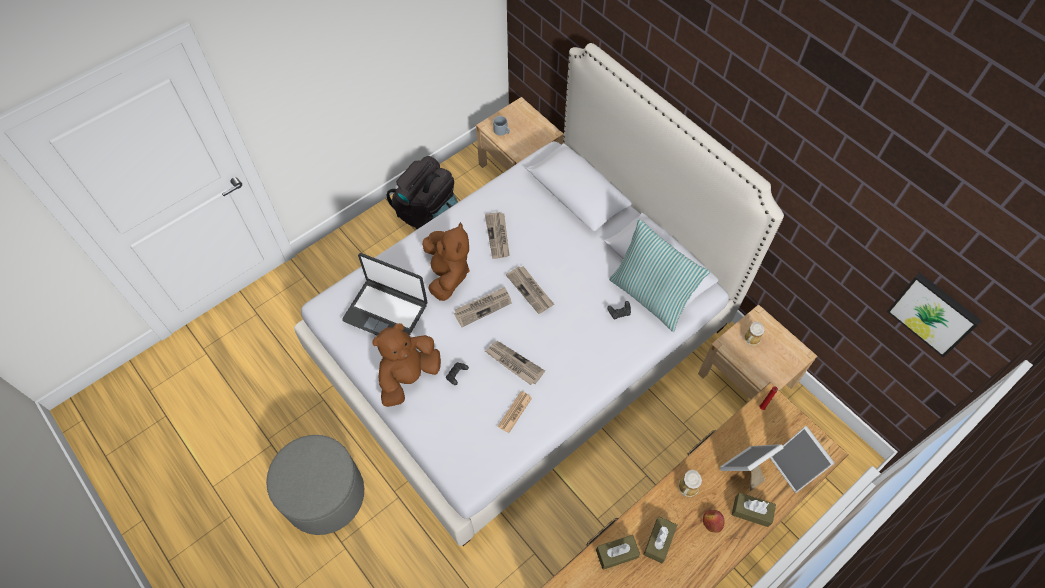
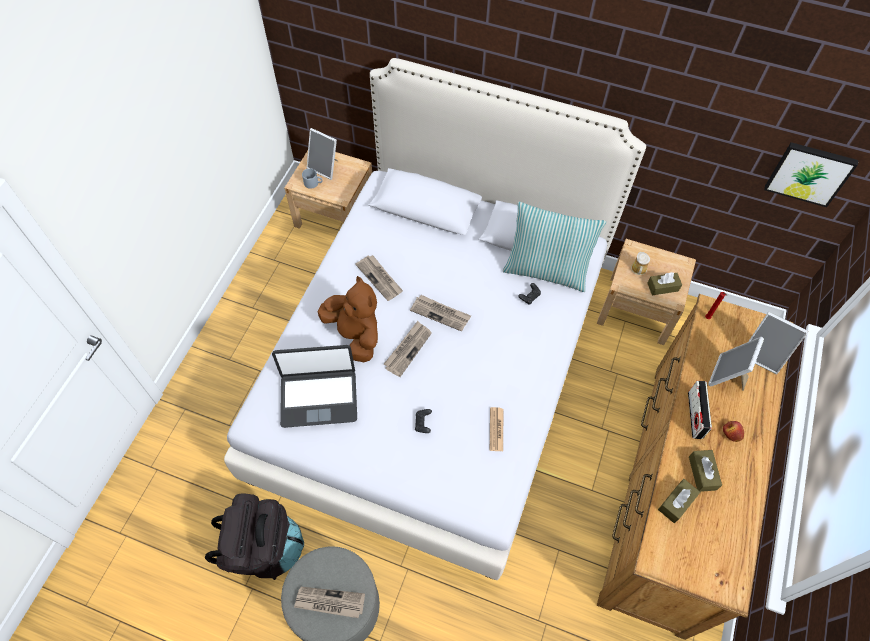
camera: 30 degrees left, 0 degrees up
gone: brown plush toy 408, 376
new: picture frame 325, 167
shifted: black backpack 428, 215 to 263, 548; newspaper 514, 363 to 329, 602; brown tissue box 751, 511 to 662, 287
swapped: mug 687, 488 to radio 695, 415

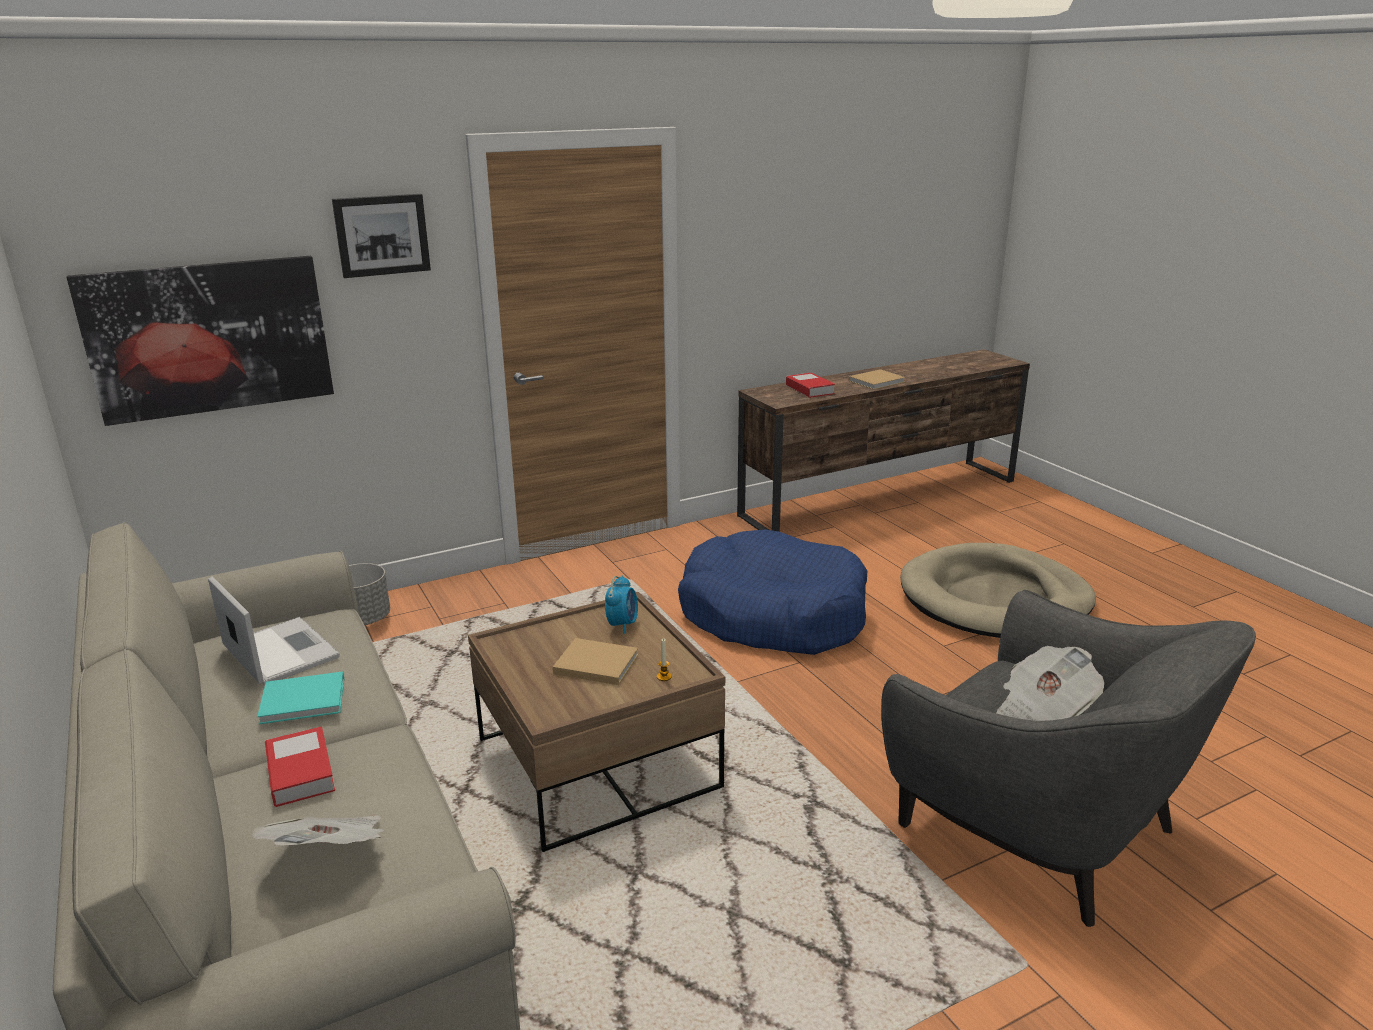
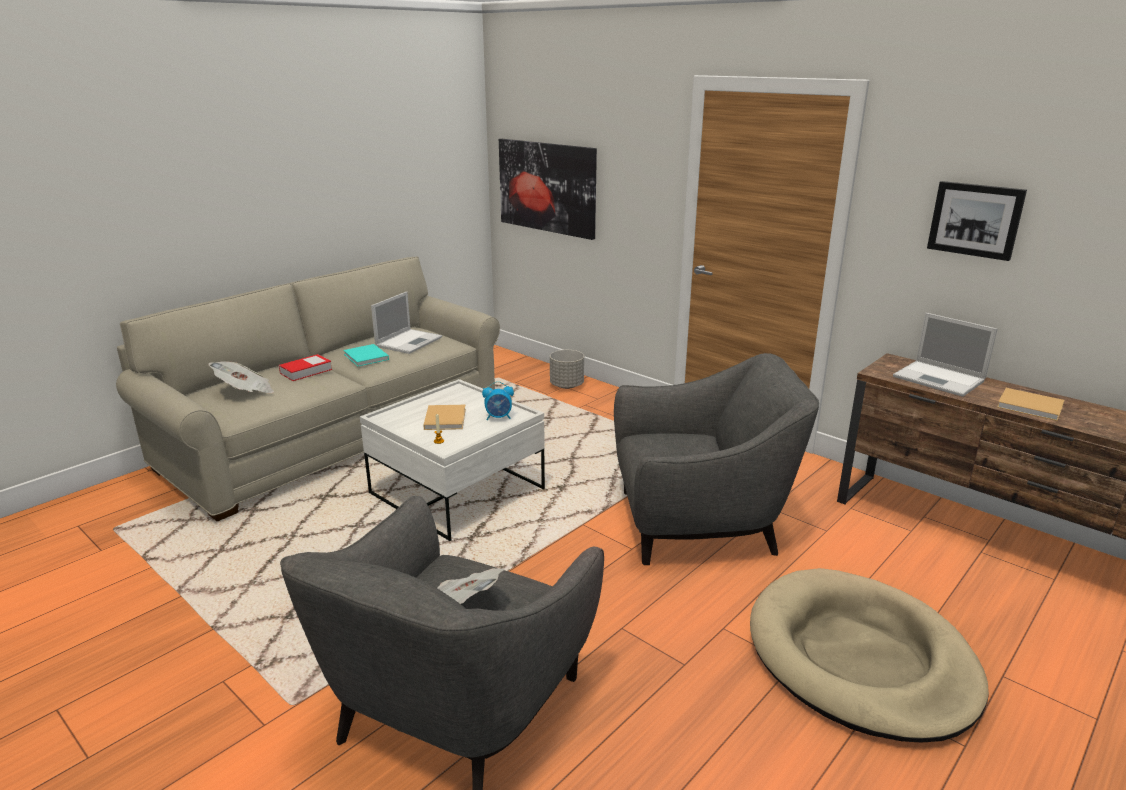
camera: 70 degrees right, 0 degrees up
shifted: picture 382, 235 to 975, 220
swapped: blue dog bed 773, 614 to grey armchair 699, 523; book 809, 389 to laptop 940, 379
repainted: brown coffee table 597, 764 to white coffee table 457, 491

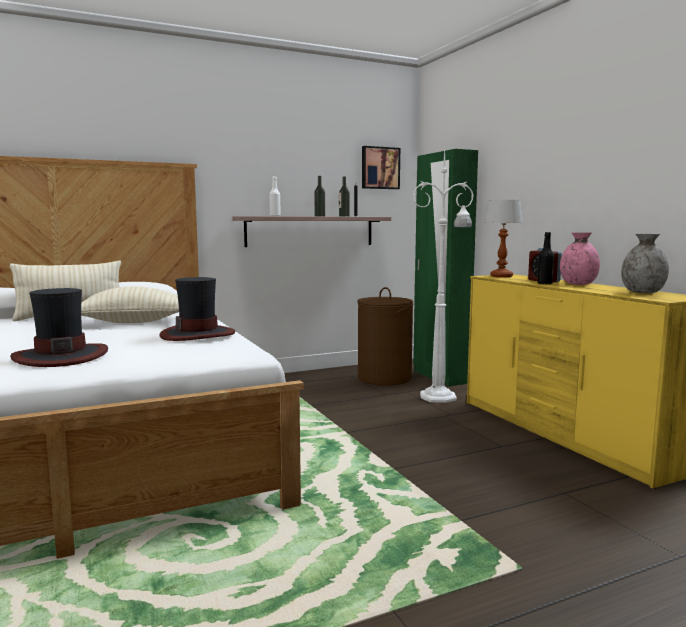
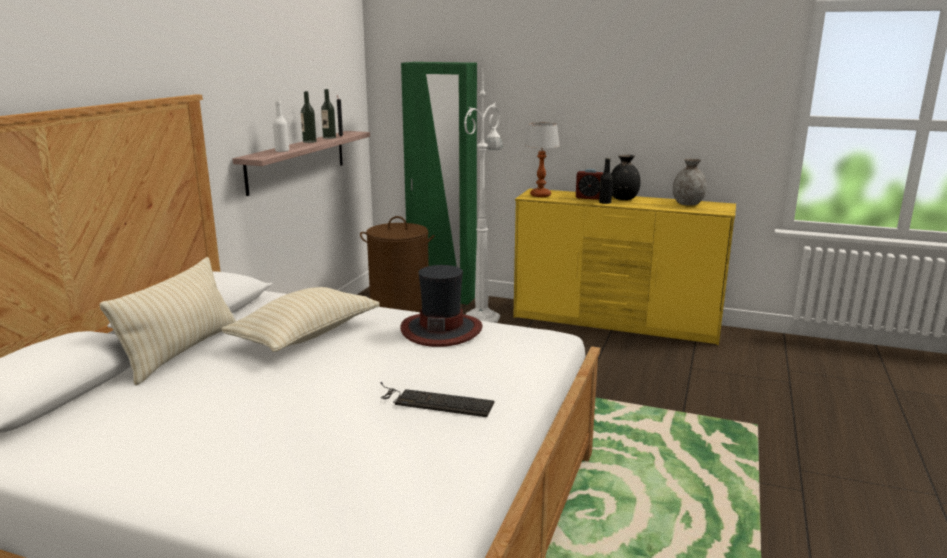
camera: 45 degrees left, 10 degrees up
gone: picture 380, 168
swapped: hat 61, 356 to keyboard 433, 401
repainted: pink vase 578, 284 to black vase 623, 199

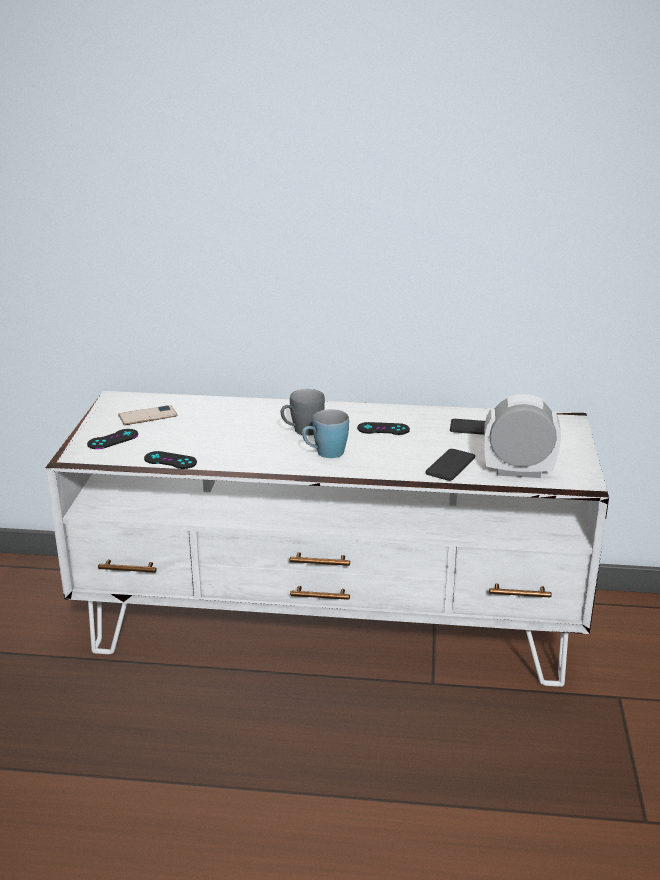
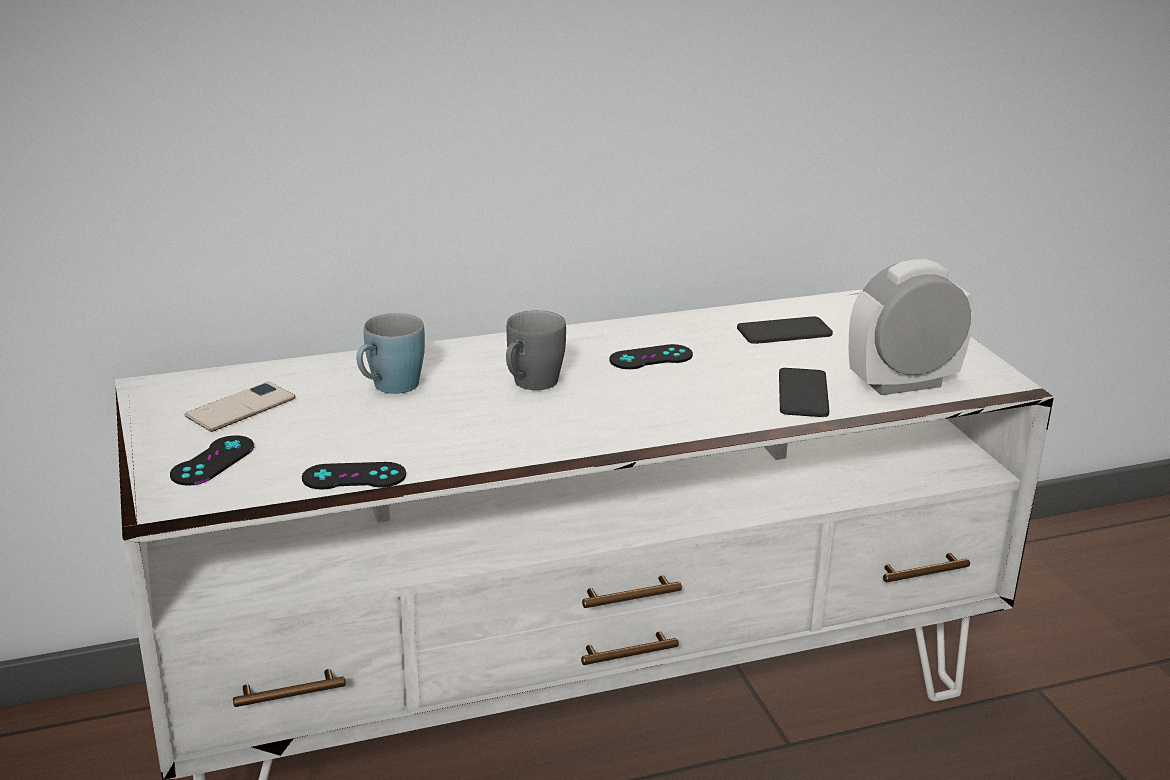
camera: 25 degrees left, 0 degrees up
shifted: blue mug 324, 454 to 389, 388

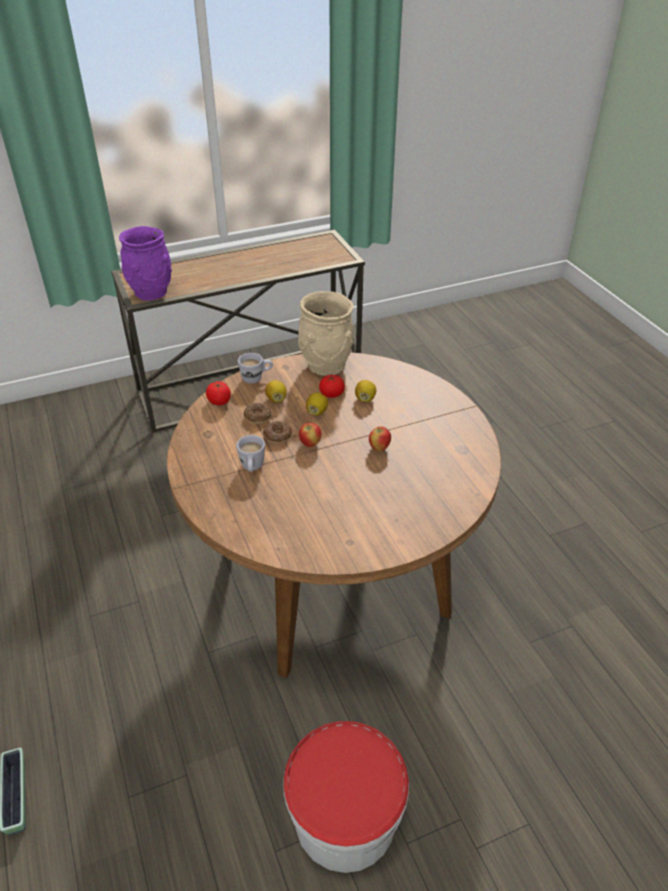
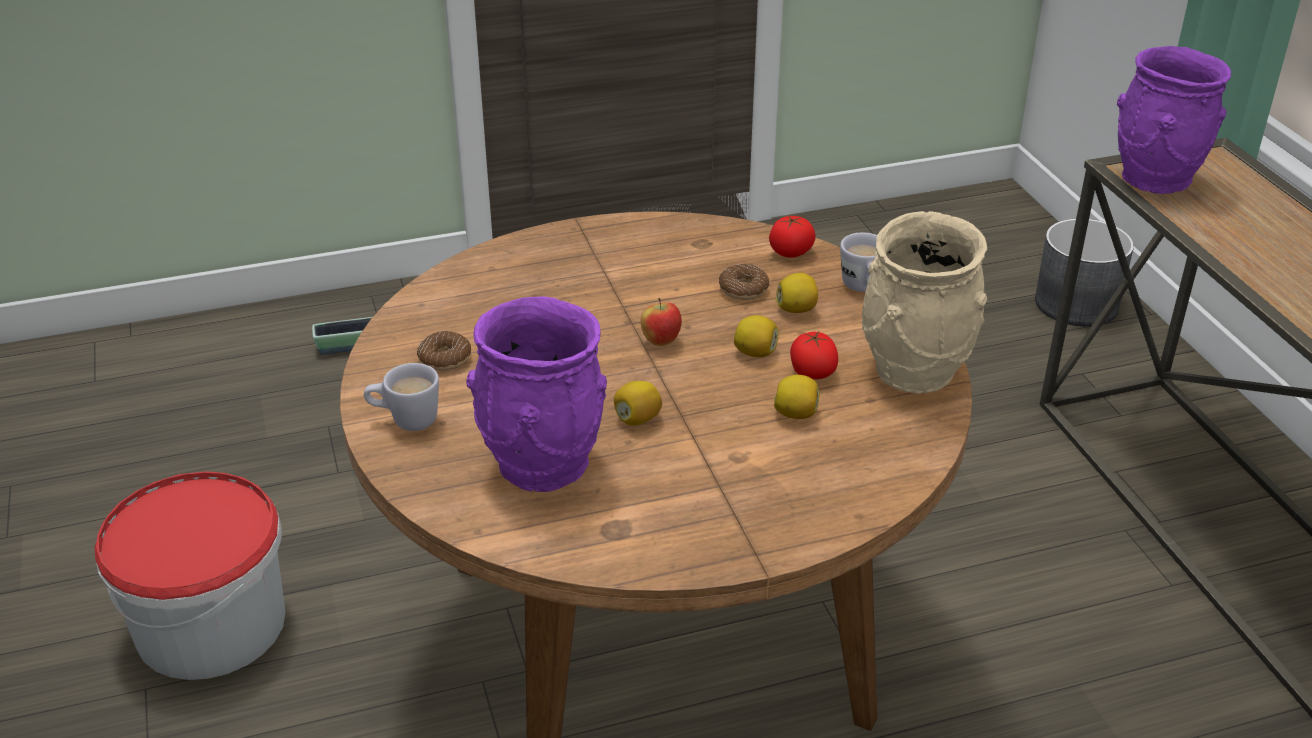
camera: 95 degrees right, 5 degrees down
new: purple vase 542, 466; grey planter 1077, 304
shifted: white mug 252, 468 to 405, 420; donut 277, 436 to 445, 358
swapped: apple 379, 448 to lemon 637, 419

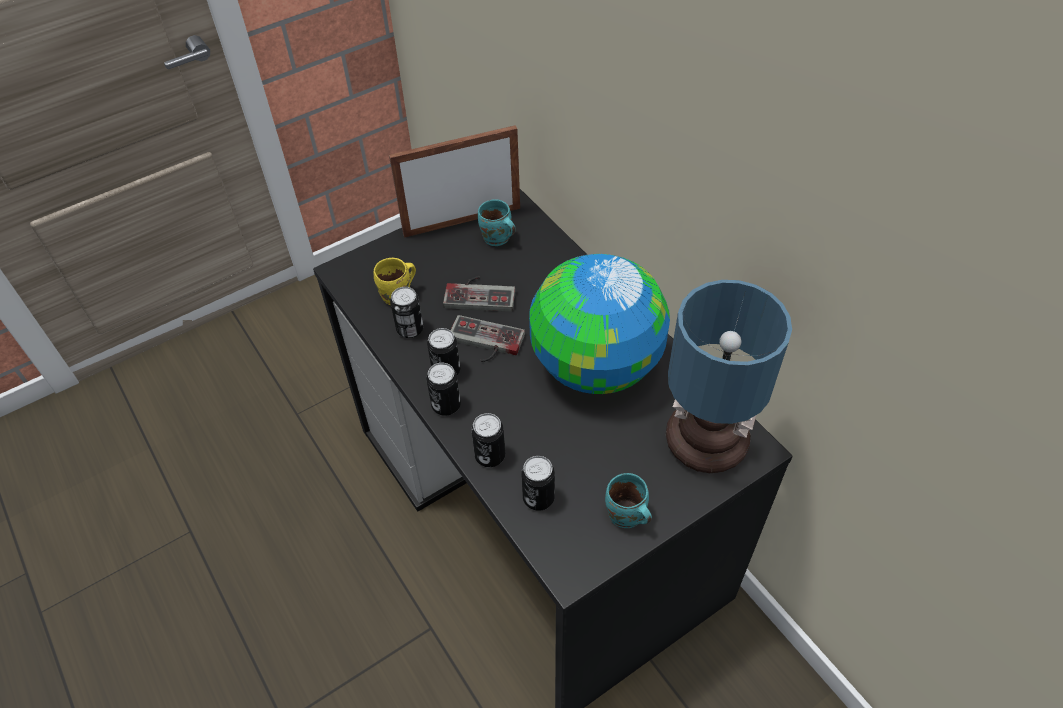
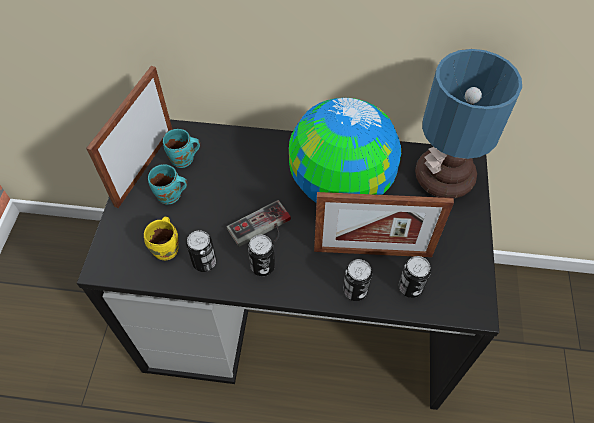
camera: 50 degrees left, 5 degrees up
gone: can 446, 405; game controller 480, 293
new: picture frame 372, 252
shifted: turquoise mug 625, 517 to 170, 196

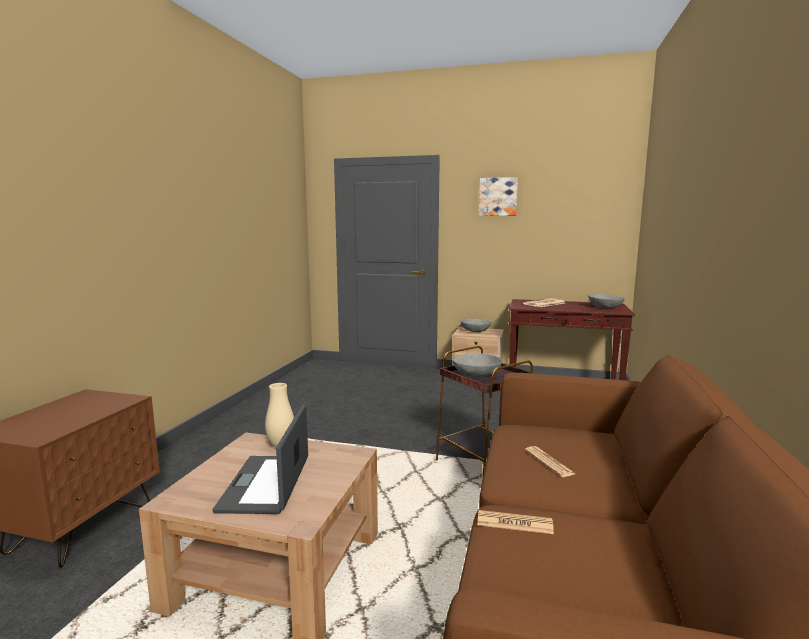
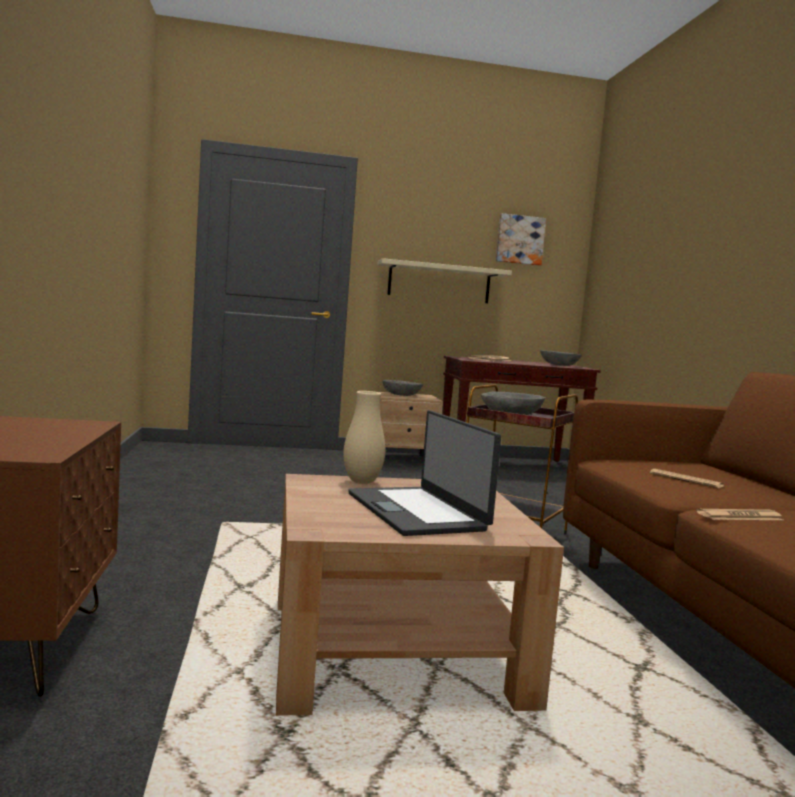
camera: 25 degrees left, 5 degrees down
new: beige shelf 439, 282
shifted: picture 498, 197 to 519, 240

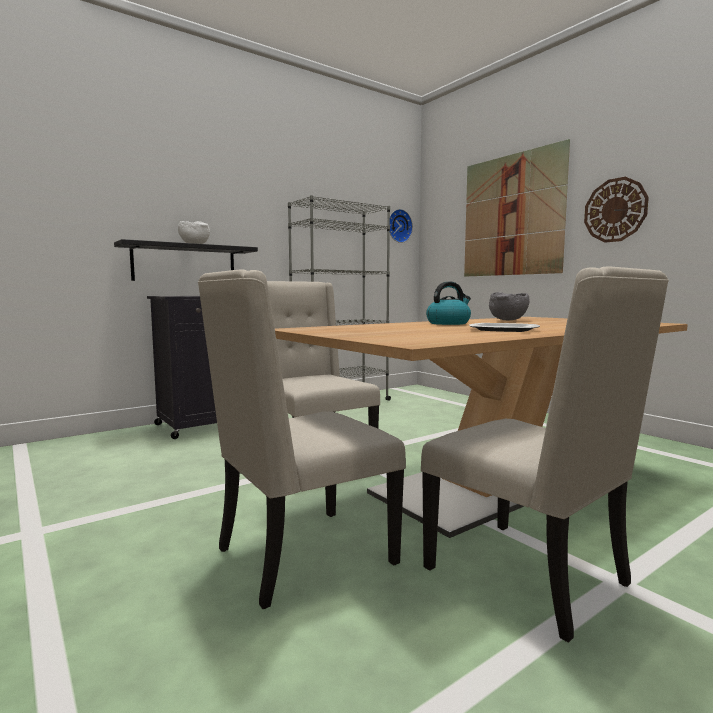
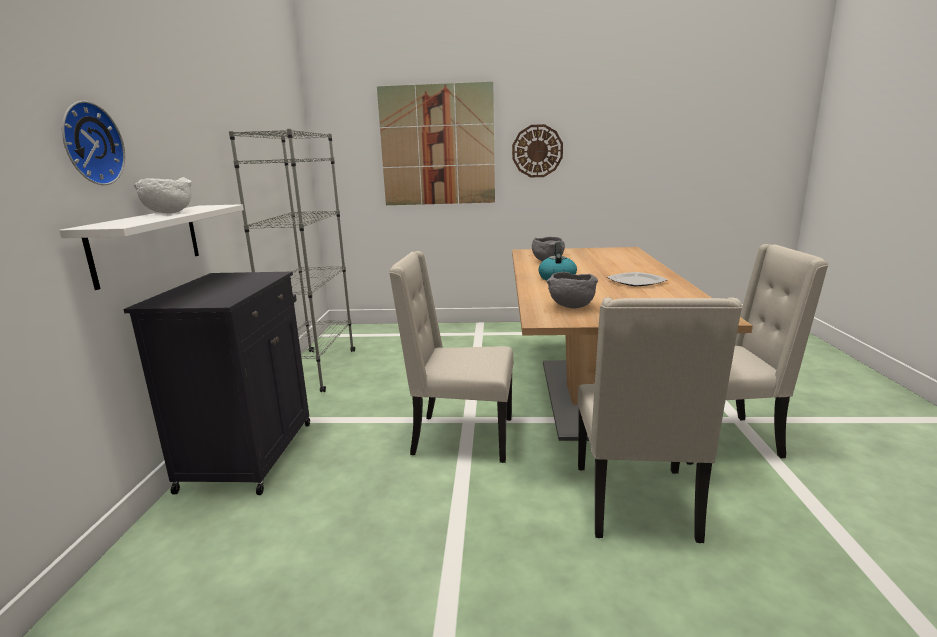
camera: 50 degrees left, 10 degrees up
new: grey bowl 570, 307
shifted: wall clock 398, 226 to 89, 144
repainted: black shelf 184, 263 to white shelf 147, 243

